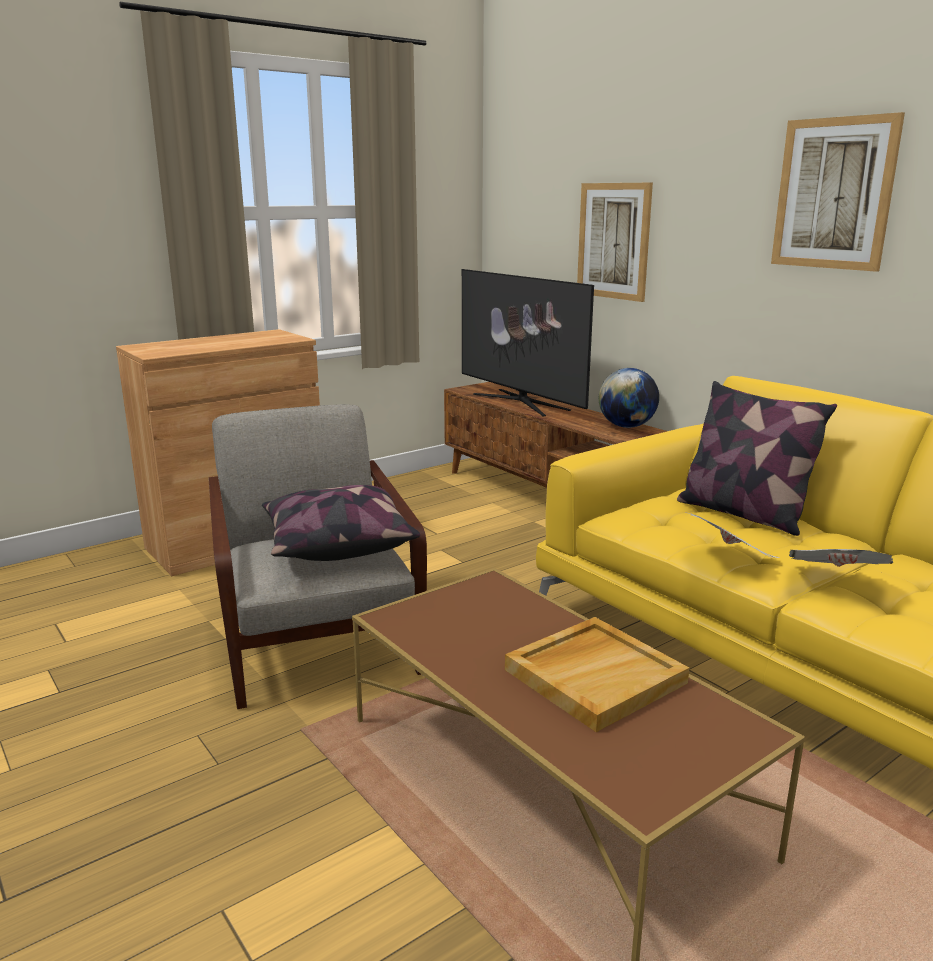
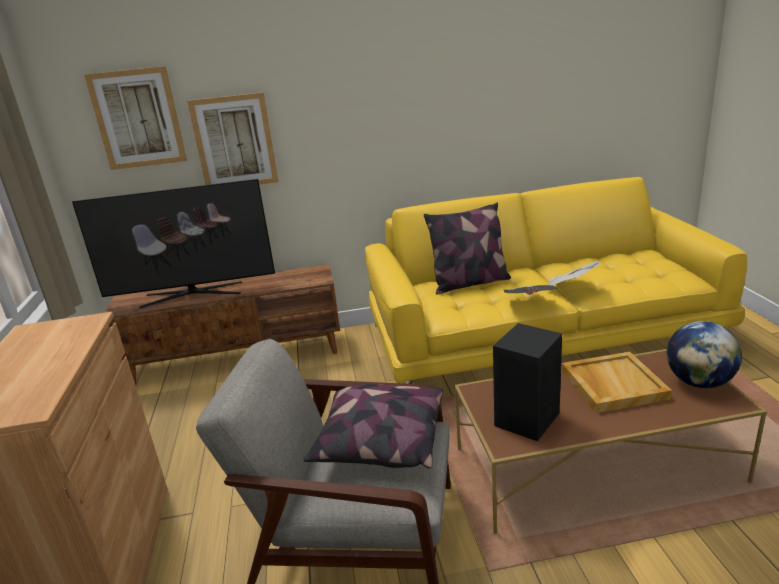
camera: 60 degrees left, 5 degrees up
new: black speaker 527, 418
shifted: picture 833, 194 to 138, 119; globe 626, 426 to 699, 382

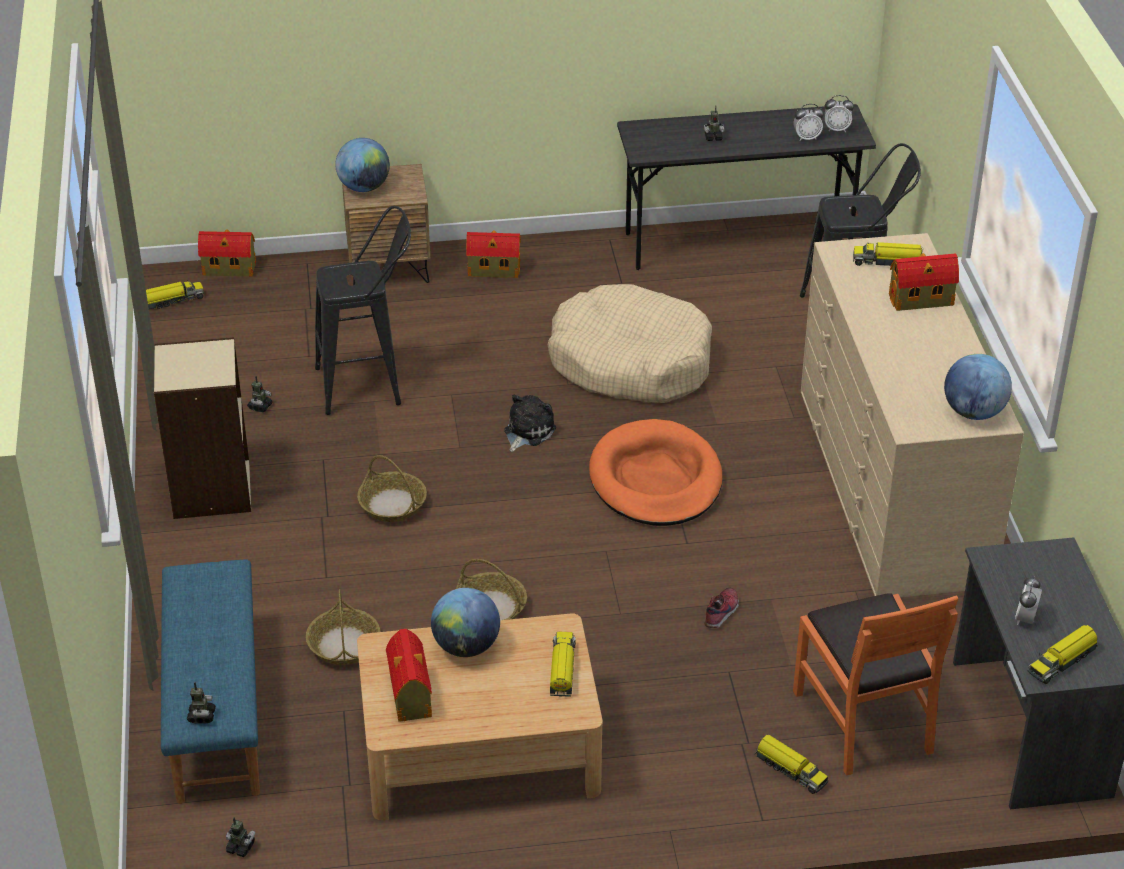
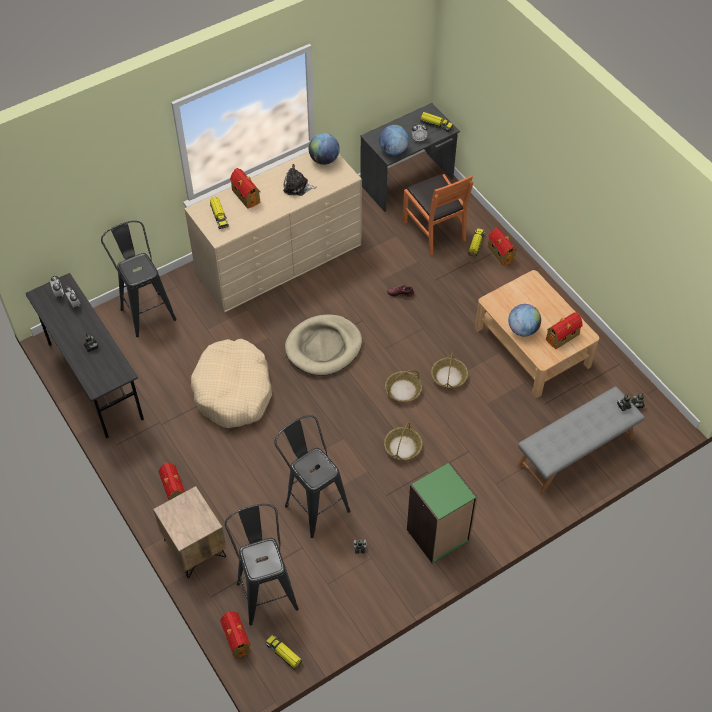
camera: 115 degrees left, 15 degrees up
gone: toy truck 562, 670
new: black stool 265, 589; toy house 500, 253
shifted: plush toy 527, 431 to 297, 187; globe 364, 187 to 393, 150; basket 343, 644 to 403, 390
repainted: orange dog bed 655, 479 to beige dog bed 323, 347; beige bookcase 210, 489 to green bookcase 438, 536; blue bench 215, 709 to grey bench 575, 453
rotated: orange chair 864, 720 = 434, 230 105 degrees clockwise

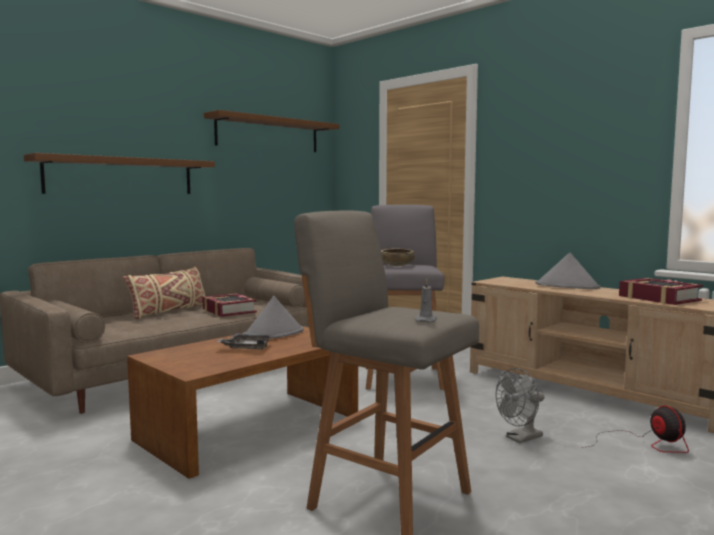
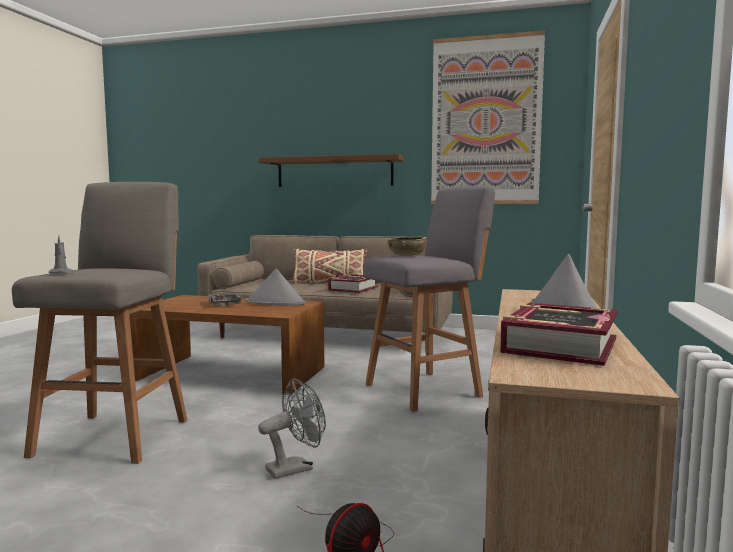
camera: 60 degrees right, 0 degrees up
swapped: brown shelf 268, 134 to picture 485, 121
rotated: grey fan 520, 438 = 296, 468 120 degrees clockwise

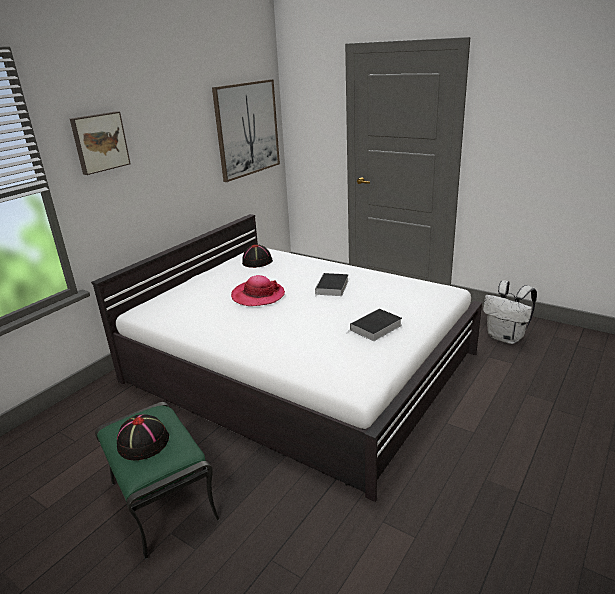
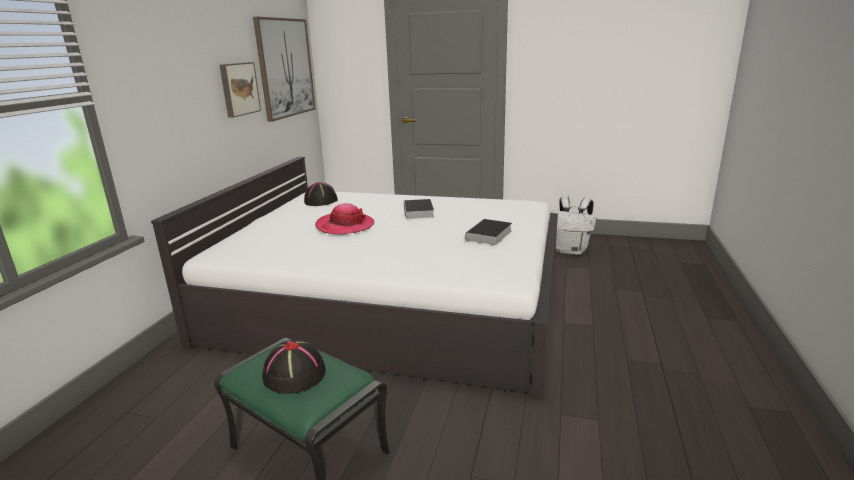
camera: 20 degrees left, 5 degrees down
shifted: picture 99, 142 to 238, 89

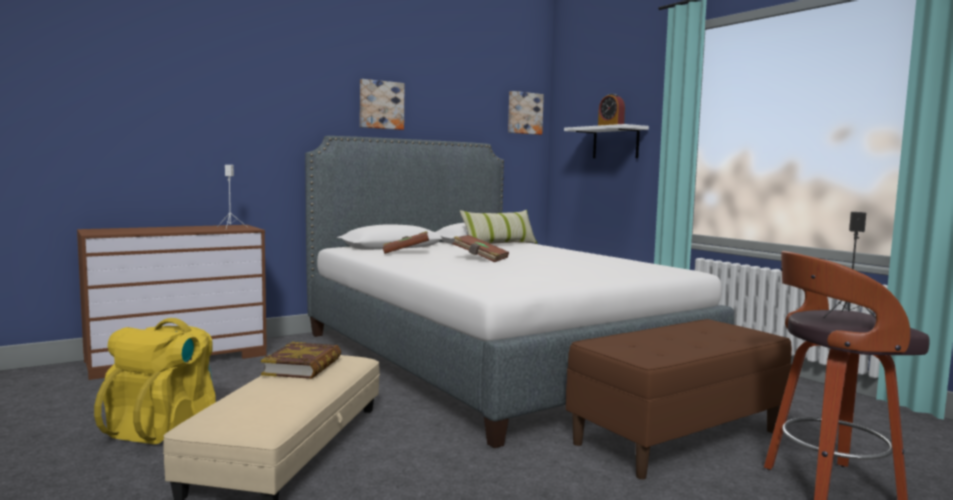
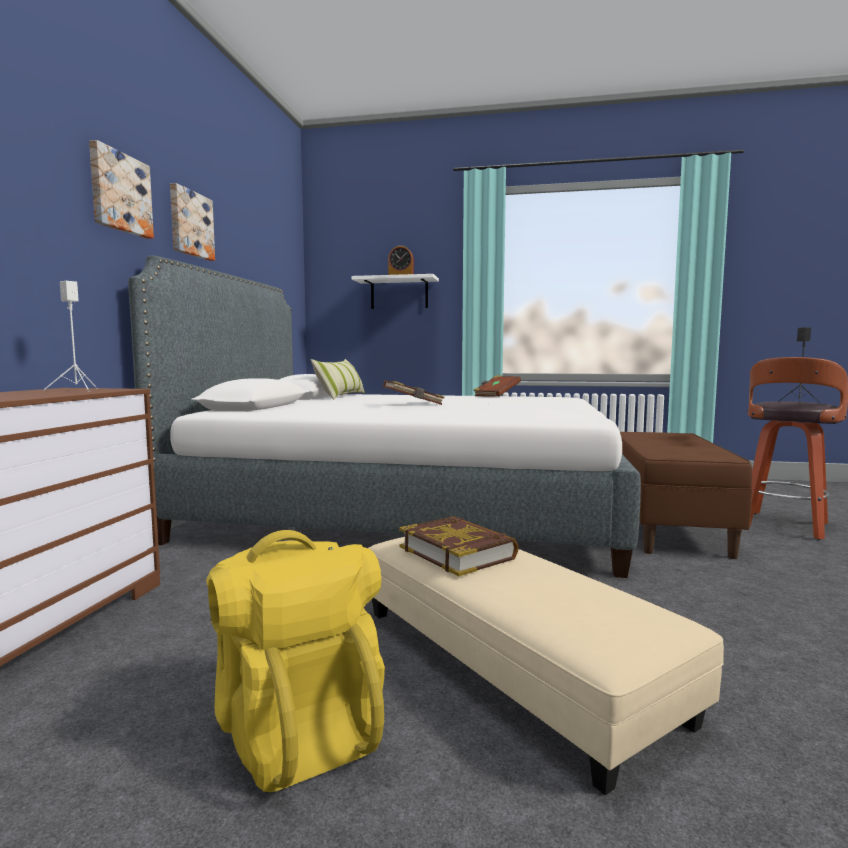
camera: 45 degrees left, 0 degrees up
shifted: picture 524, 113 to 119, 193; brown book 405, 253 to 496, 395

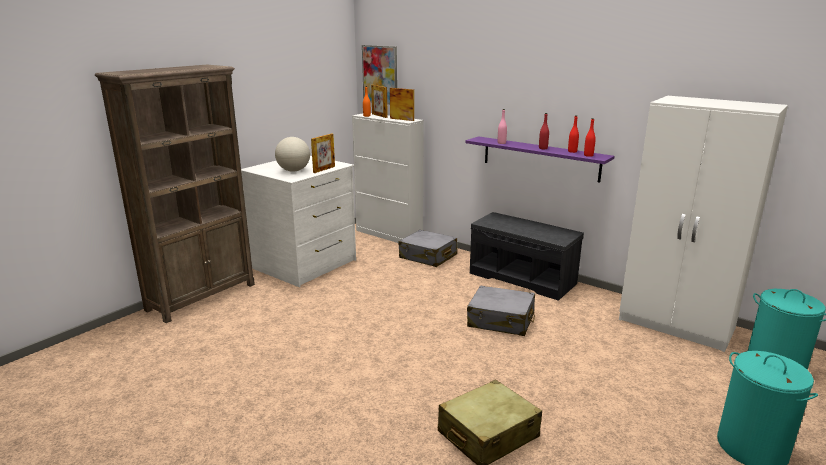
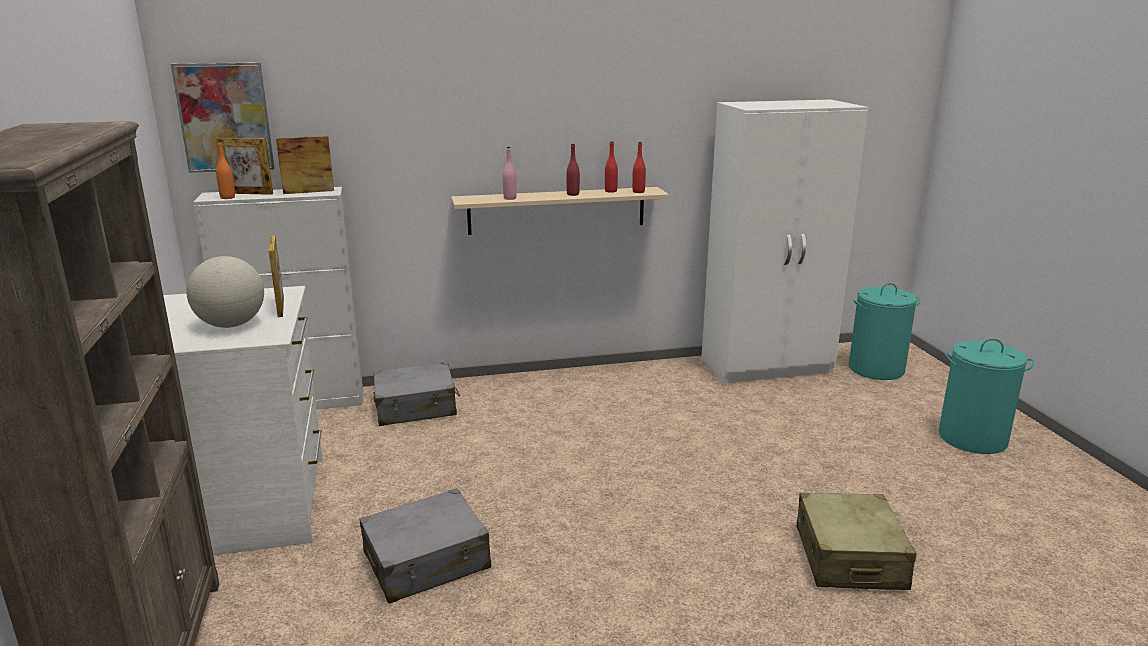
camera: 50 degrees left, 0 degrees up
gone: grey bench 523, 278
shifted: grey suitcase 501, 320 to 427, 561
repainted: purple shelf 540, 158 to beige shelf 557, 210

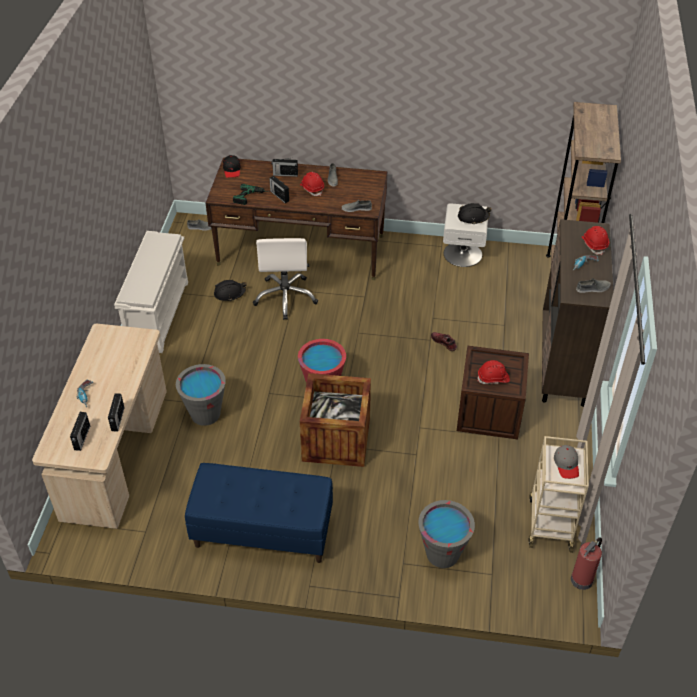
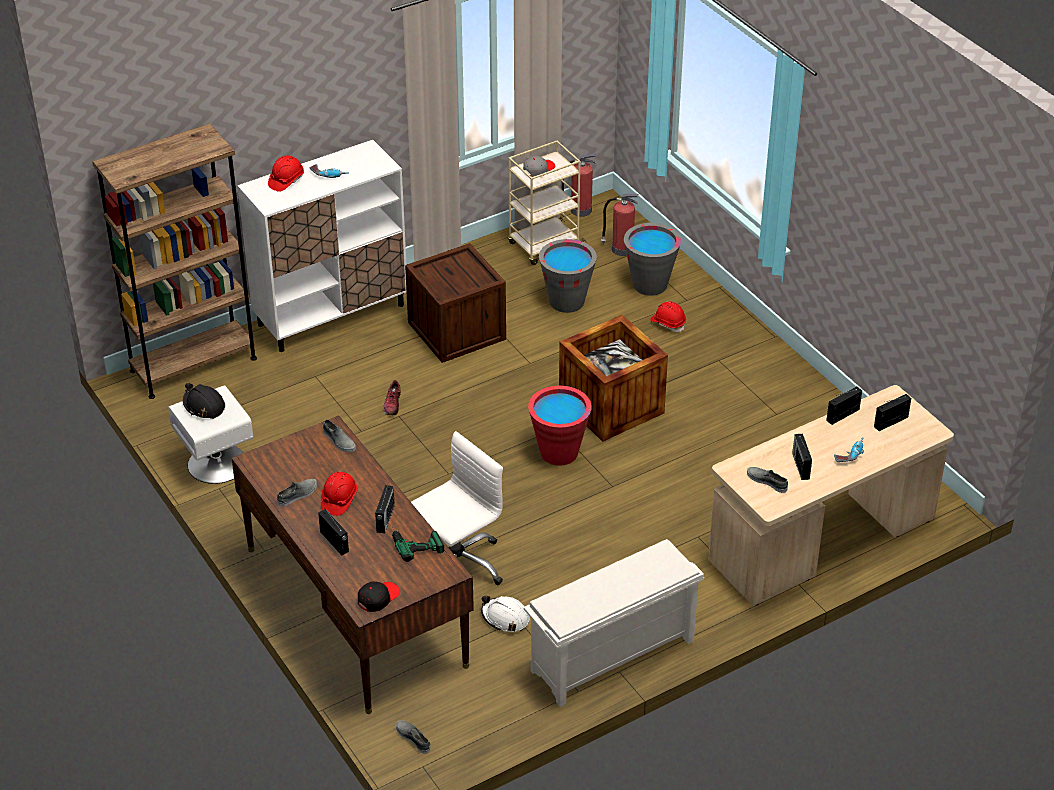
camera: 130 degrees left, 5 degrees down
gone: blue bench 262, 532
new: fire extinguisher 621, 249; radio 800, 465
shifted: grey bucket 205, 414 to 567, 301; red hard hat 493, 378 to 668, 323; grey shoe 593, 288 to 767, 481
repainted: brown cabinet 563, 363 to white cabinet 331, 315; black hard hat 230, 293 to white hard hat 505, 618

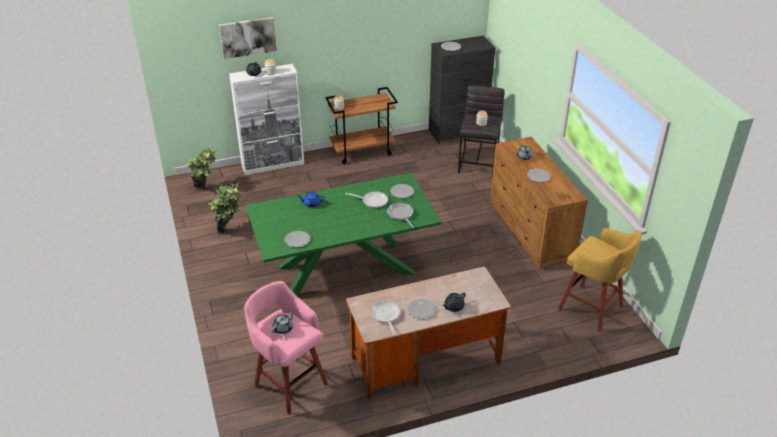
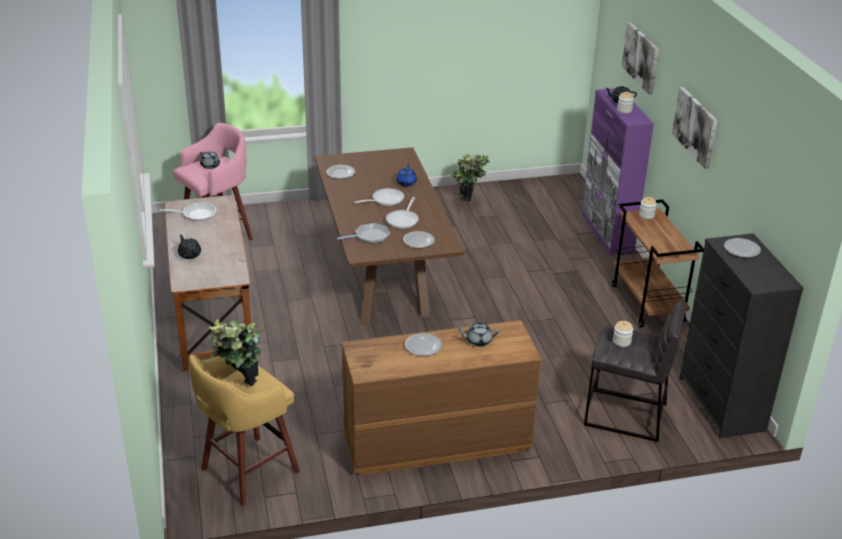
camera: 95 degrees right, 5 degrees down
gone: plate 421, 310
new: frying pan 385, 200; picture 695, 126
shifted: potted plant 207, 191 to 241, 391
repainted: green dining table 344, 269 to brown dining table 382, 275; white cabinet 273, 164 to purple cabinet 607, 233

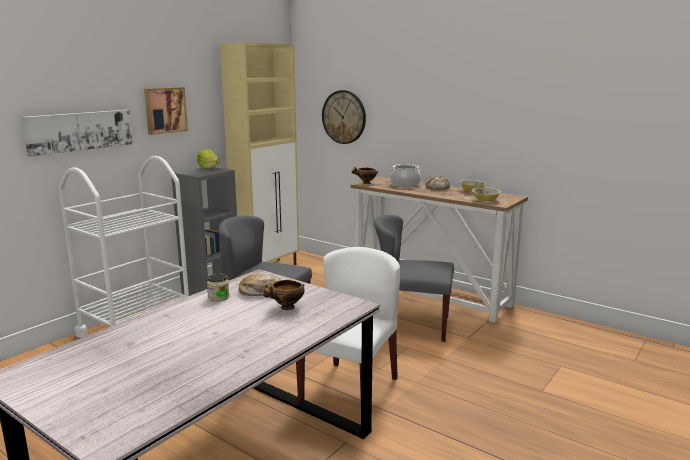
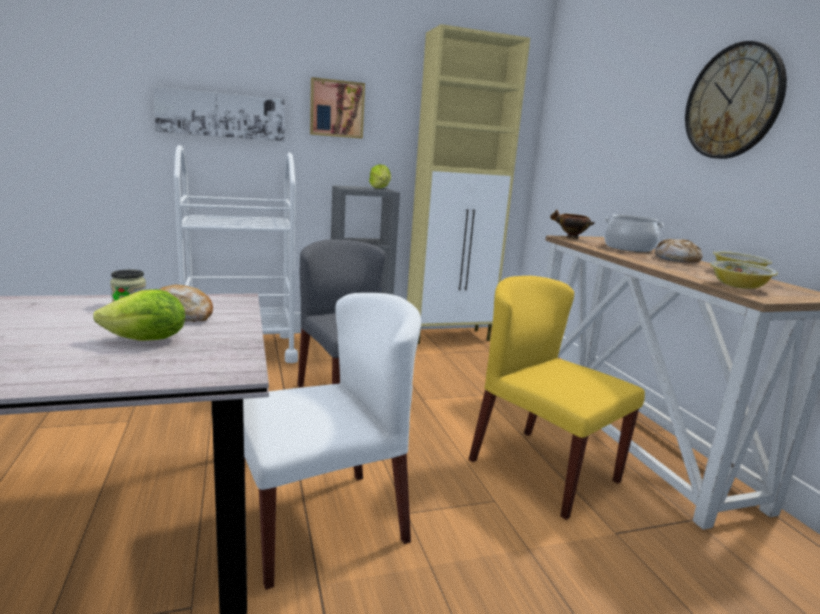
camera: 35 degrees right, 0 degrees up
shifted: wall clock 344, 117 to 733, 102
swapped: bowl 286, 308 to lettuce 147, 340
repainted: grey chair 411, 325 to yellow chair 542, 470

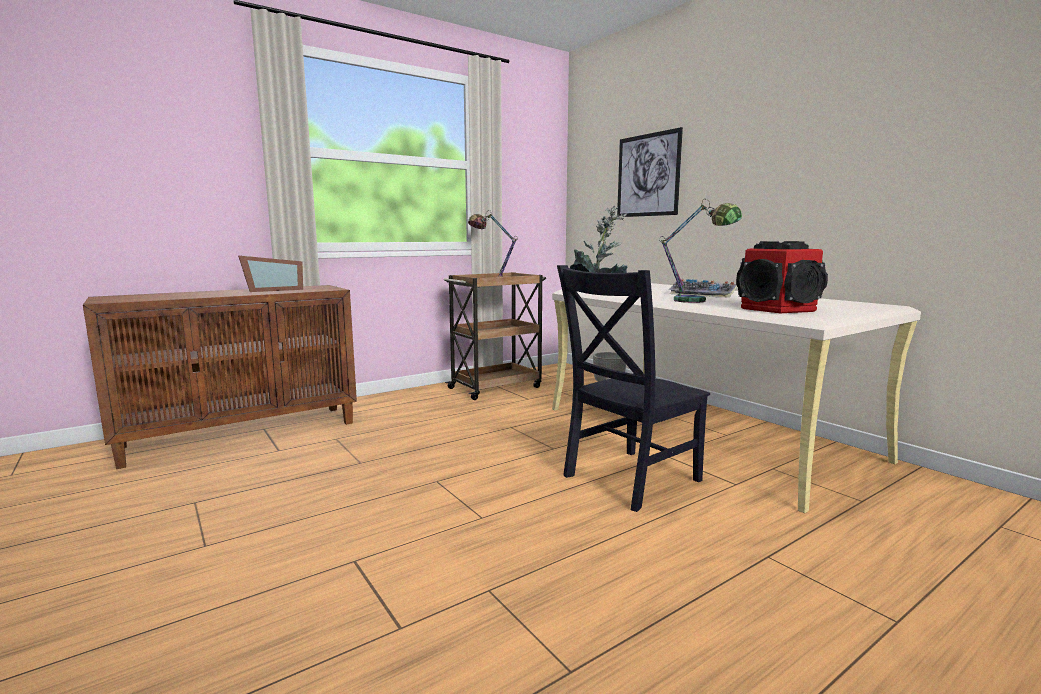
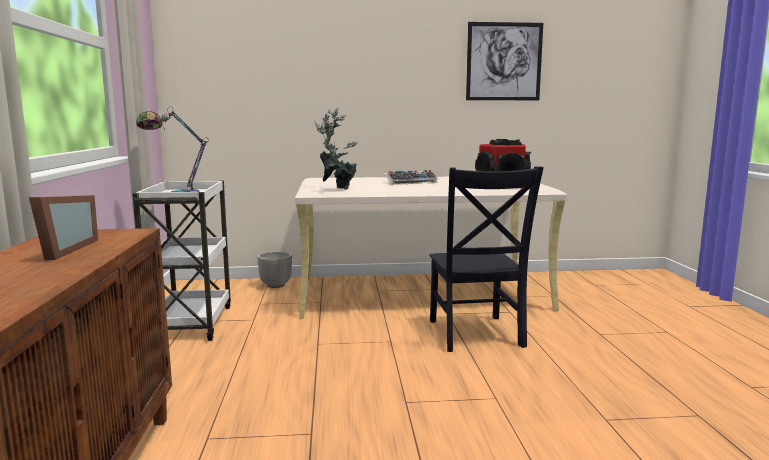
camera: 60 degrees left, 0 degrees up
gone: table lamp 698, 301
shifted: picture 648, 175 to 504, 61
repainted: brown cart 496, 387 to white cart 191, 322

